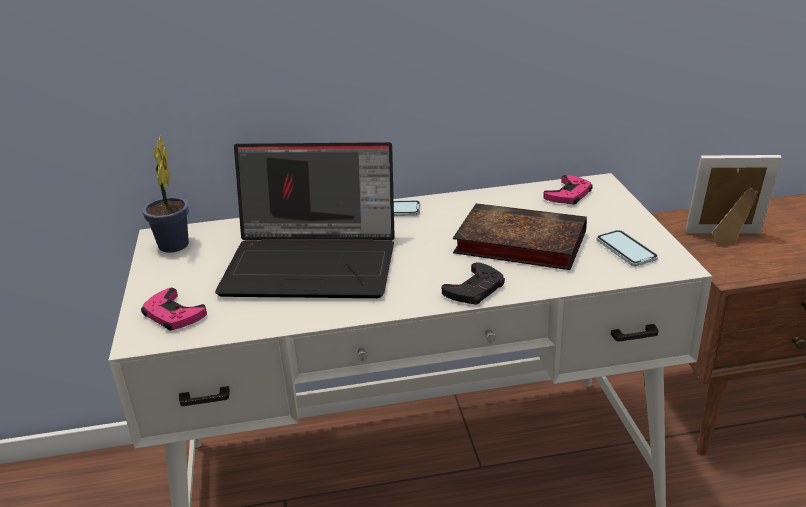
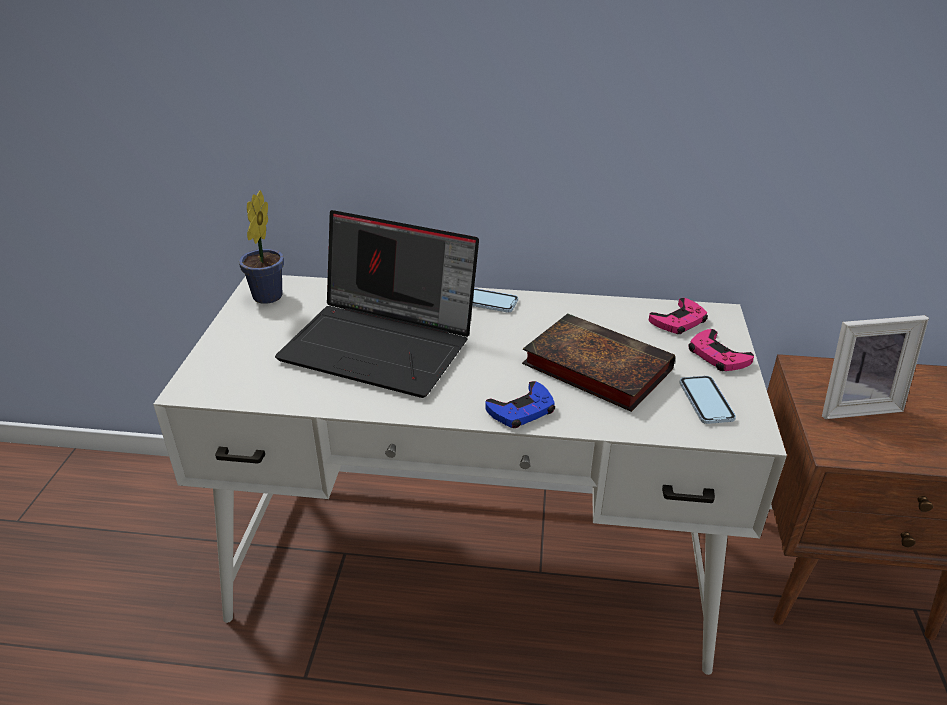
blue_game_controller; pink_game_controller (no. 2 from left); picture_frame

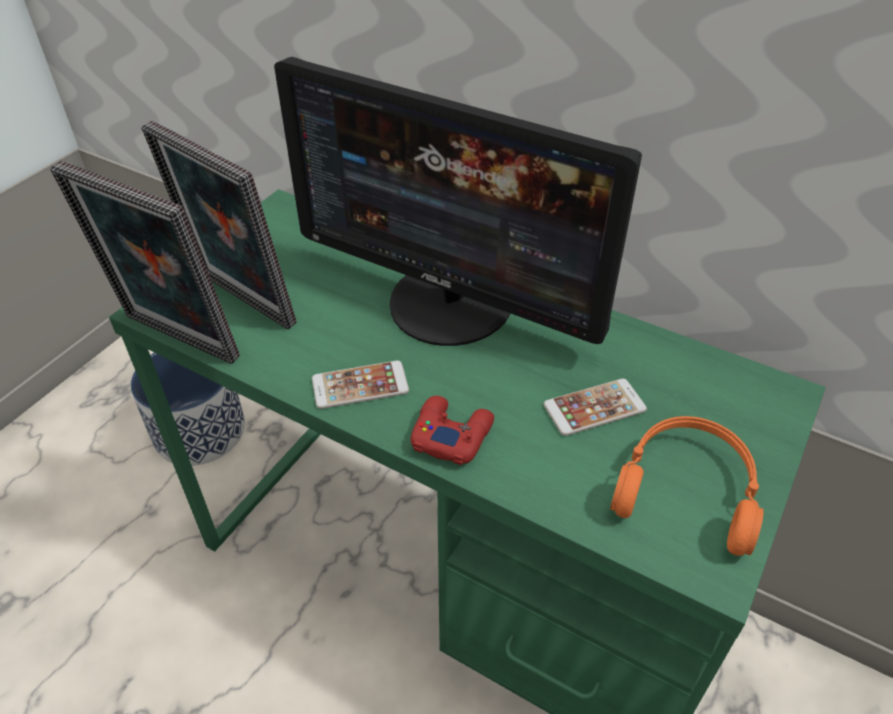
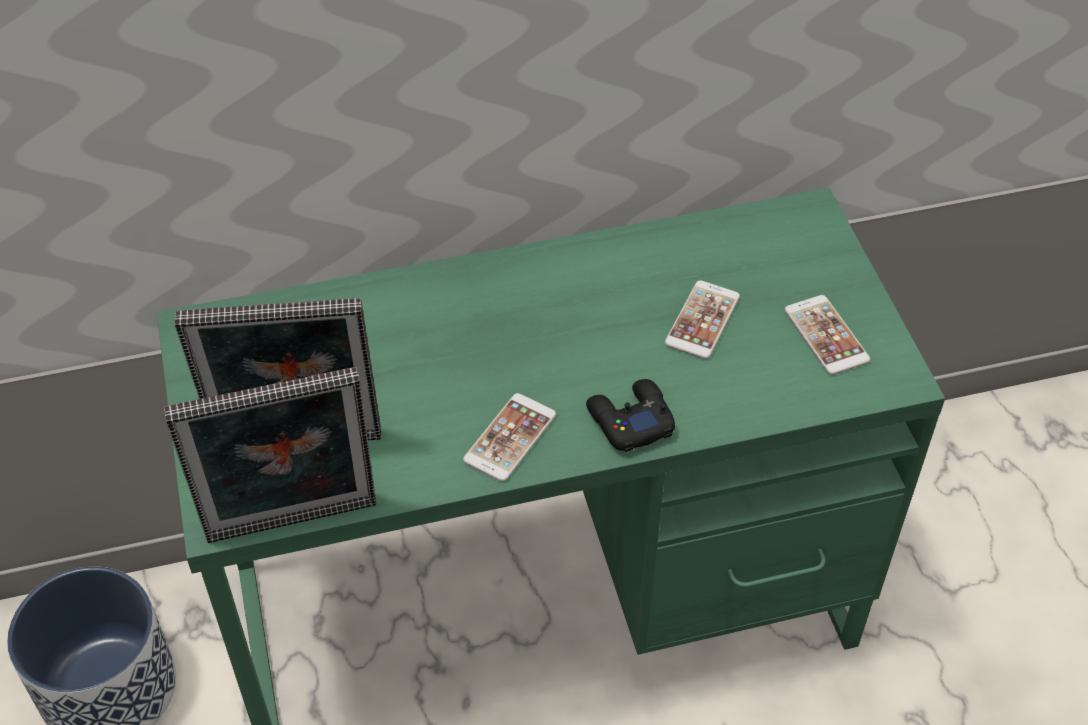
black_game_controller; phone (no. 3 from left); monitor

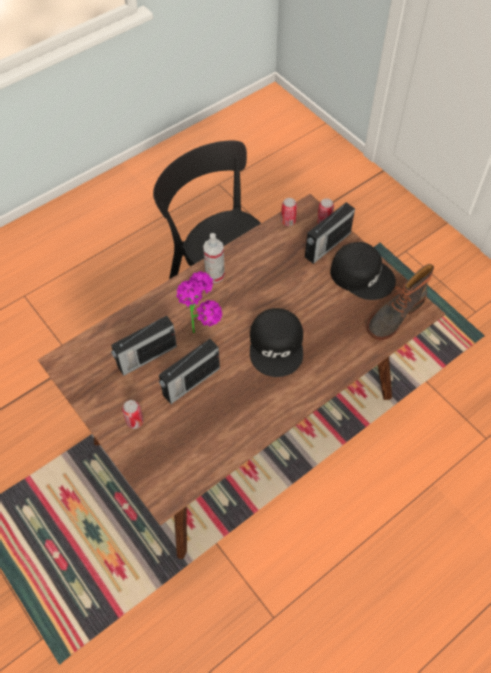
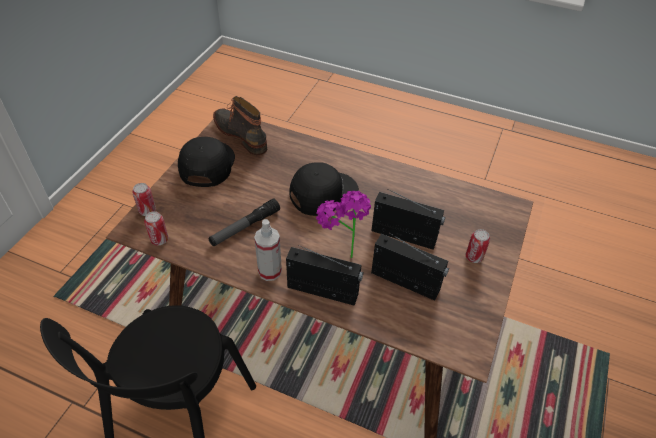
flashlight; boot; radio (no. 1 from left)

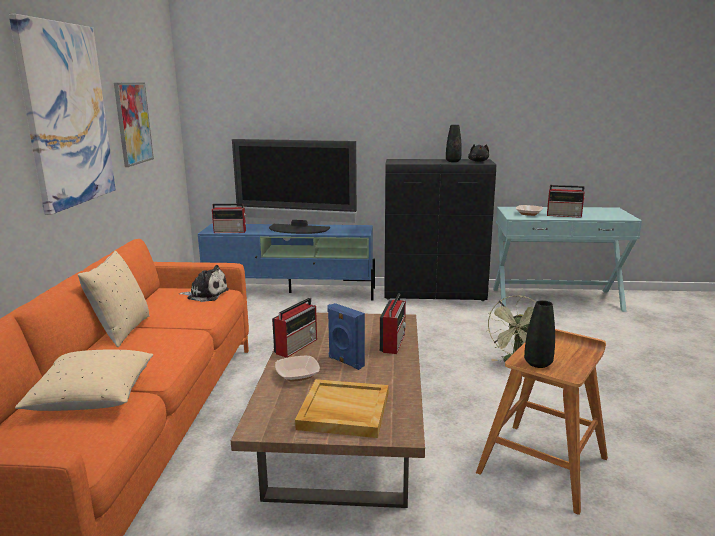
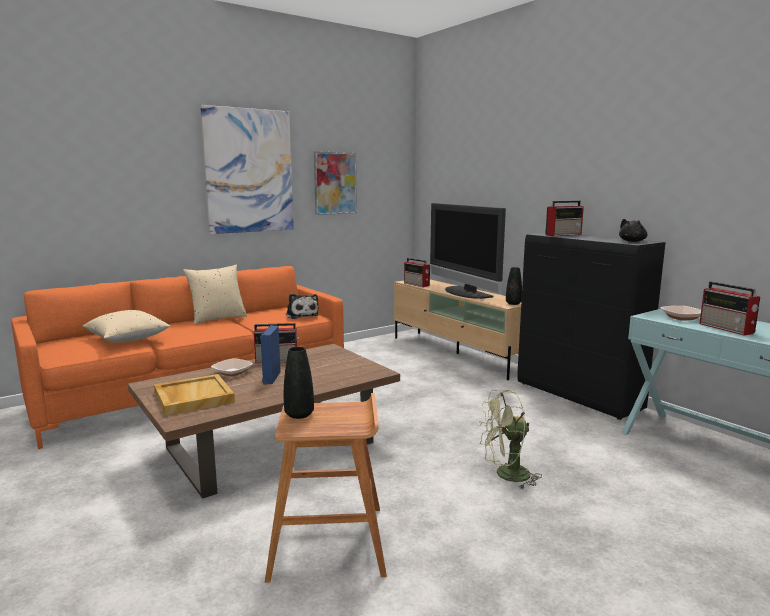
beige_tv_stand; black_vase (no. 2 from left); radio (no. 3 from left)

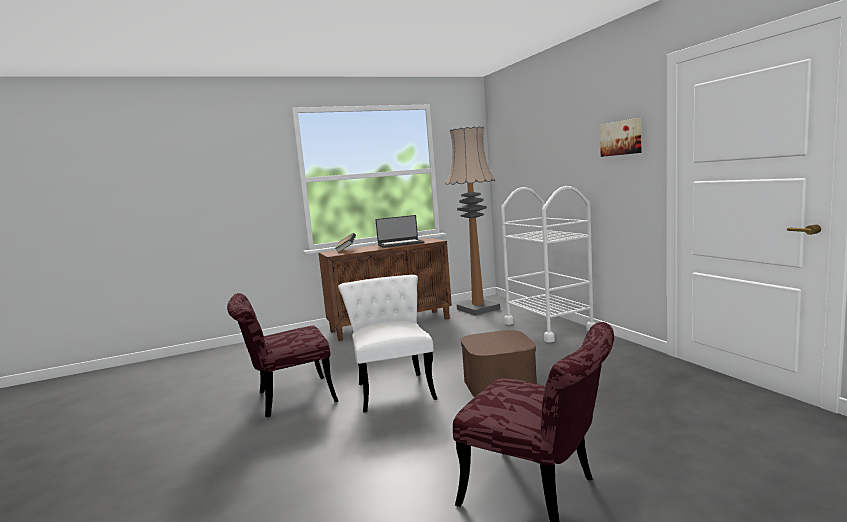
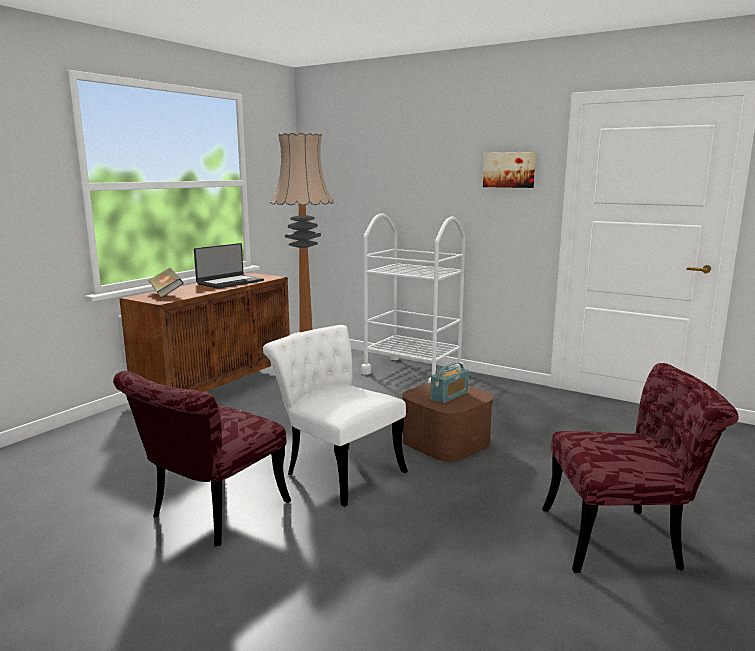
radio

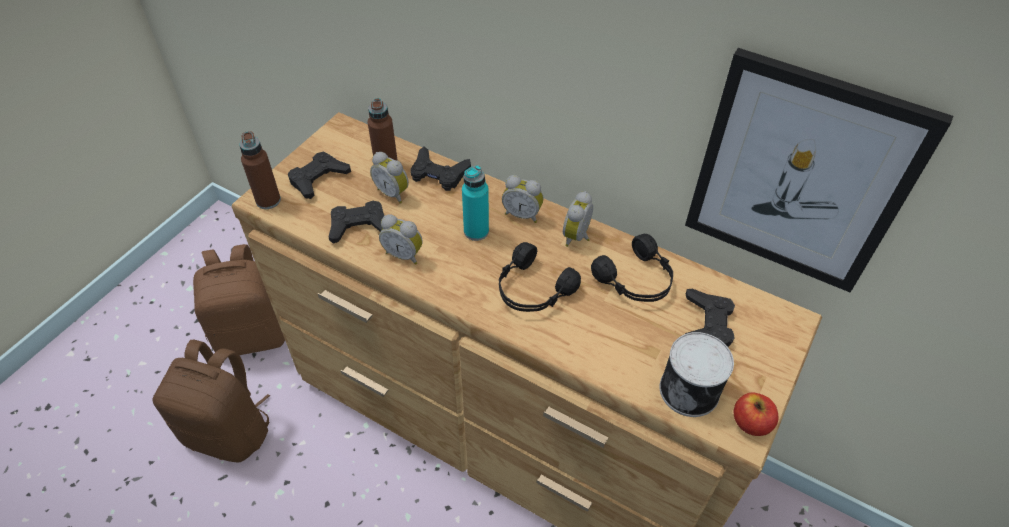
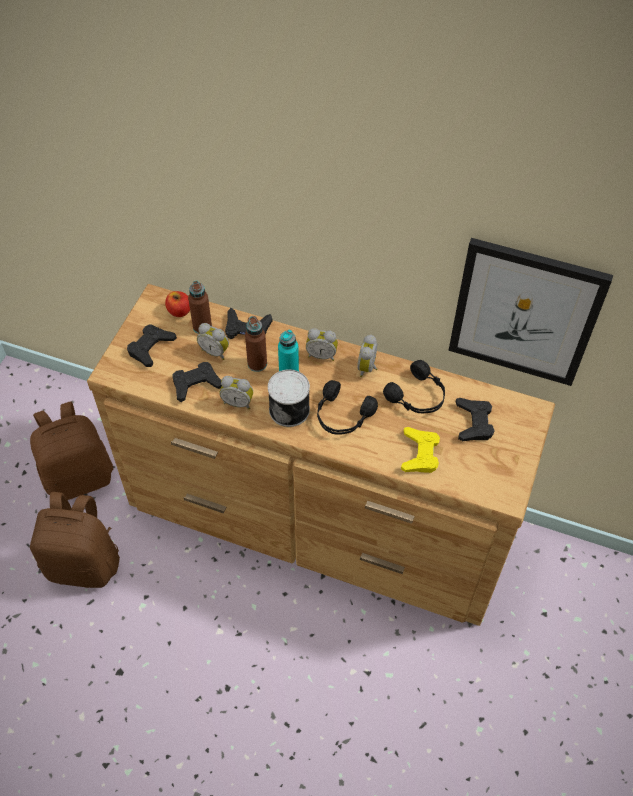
apple; brown_bottle (no. 2 from left); can; yellow_game_controller

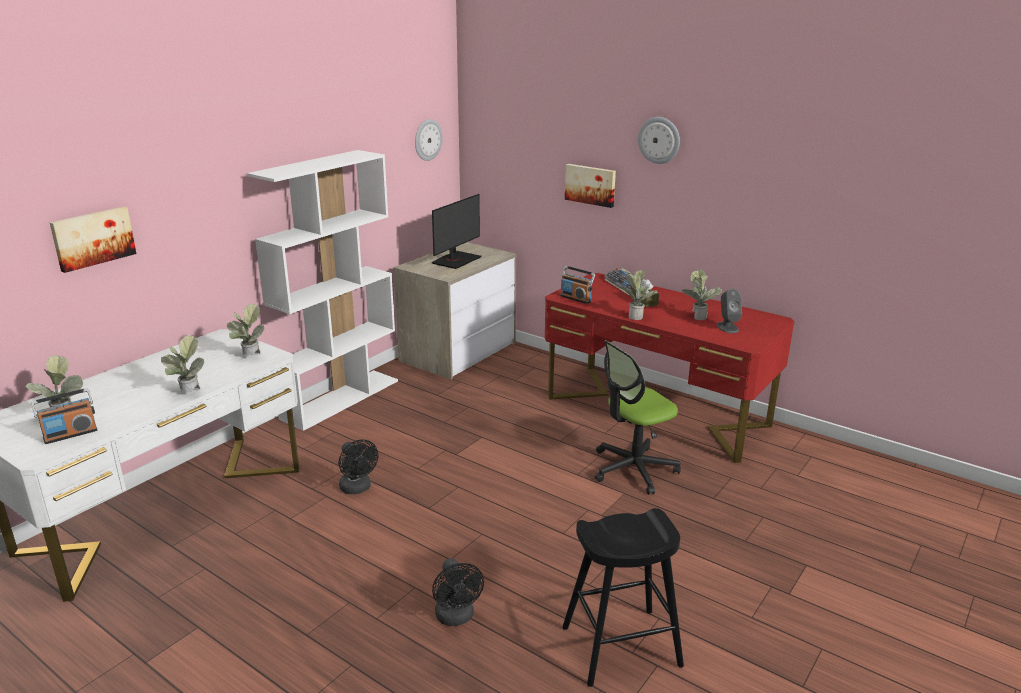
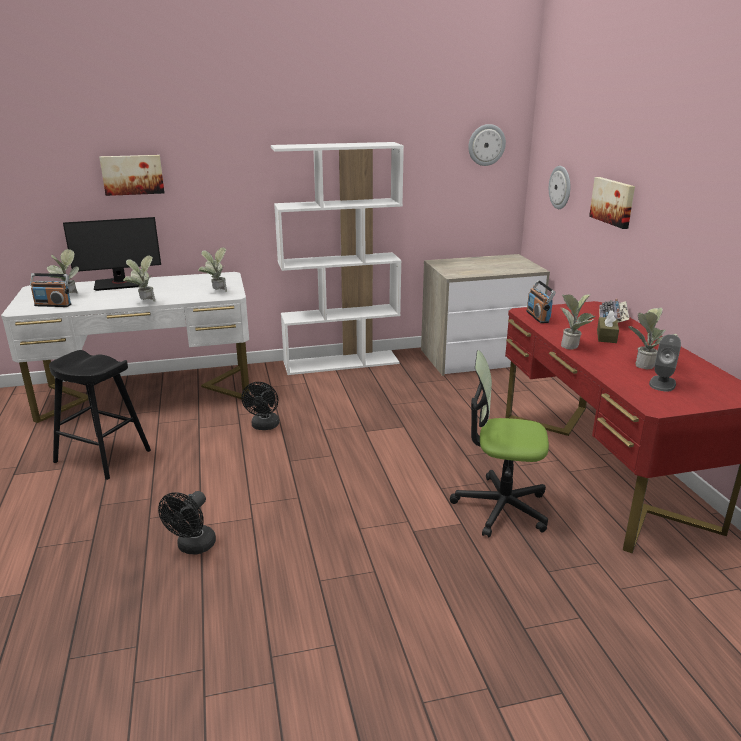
black_stool; monitor; wall_clock (no. 2 from left)

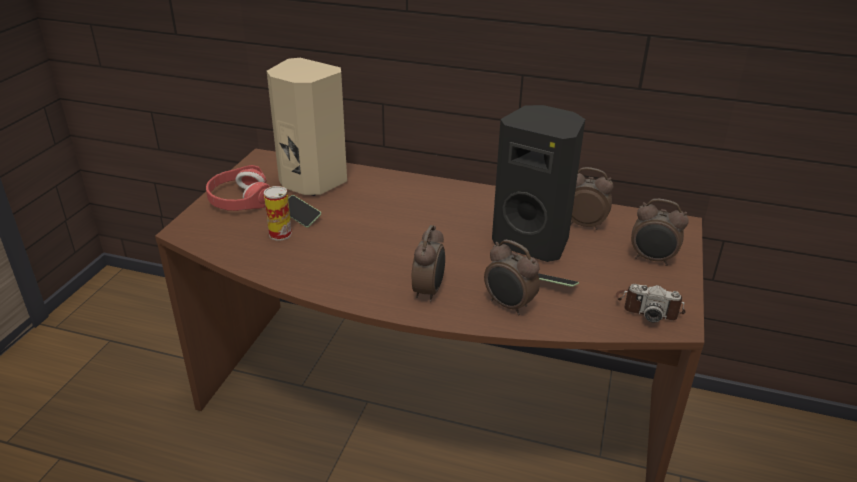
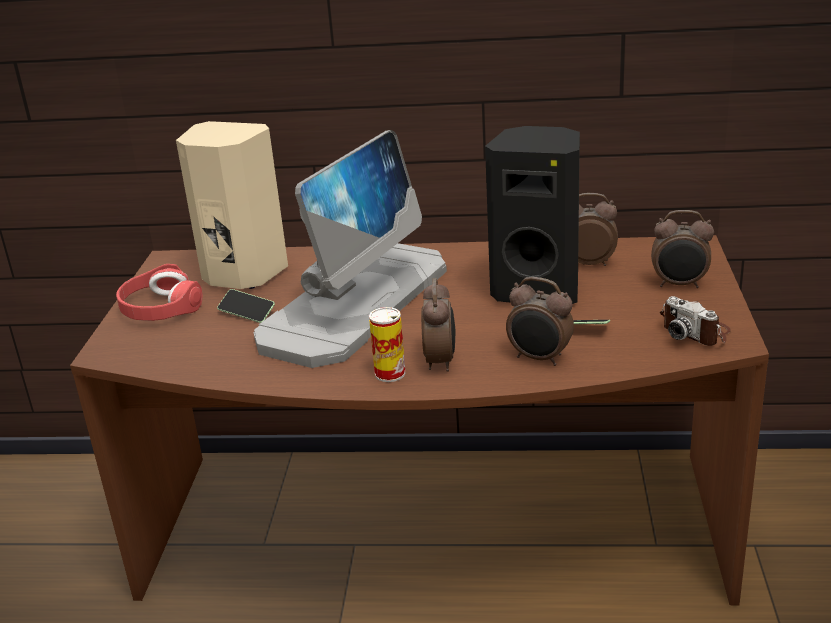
monitor; can; photo_camera

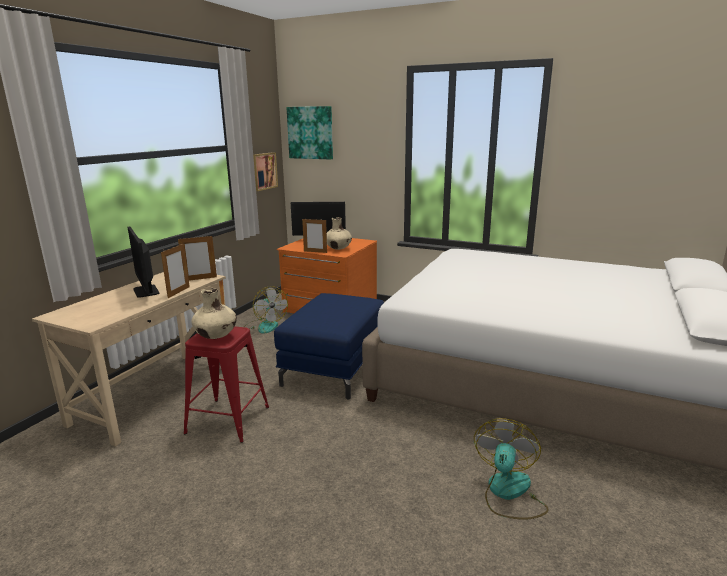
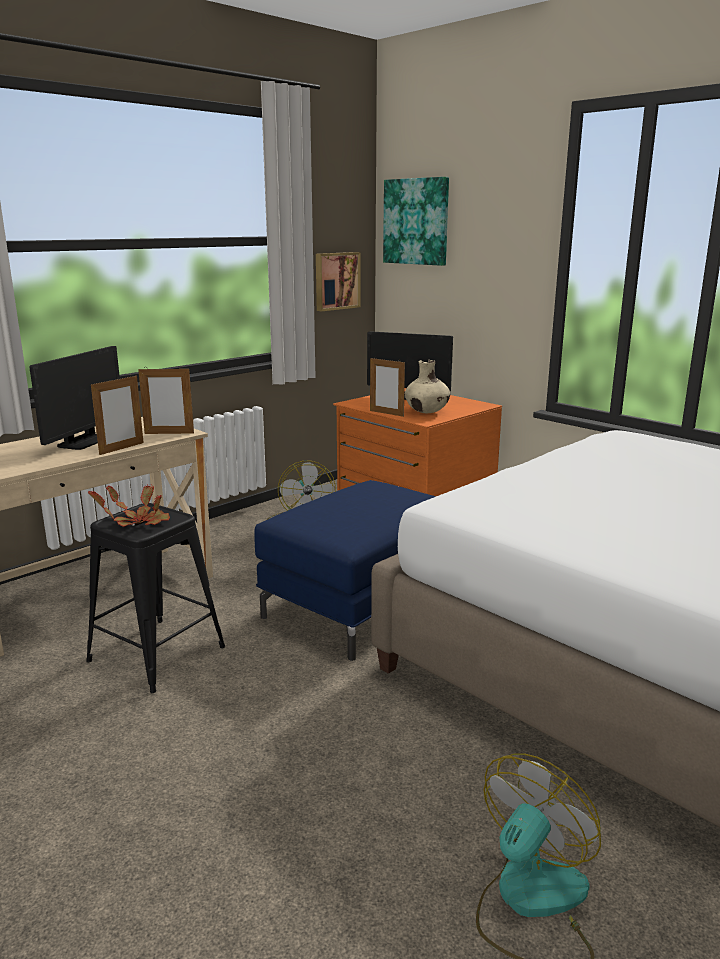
monitor (no. 1 from left); black_stool; potted_plant

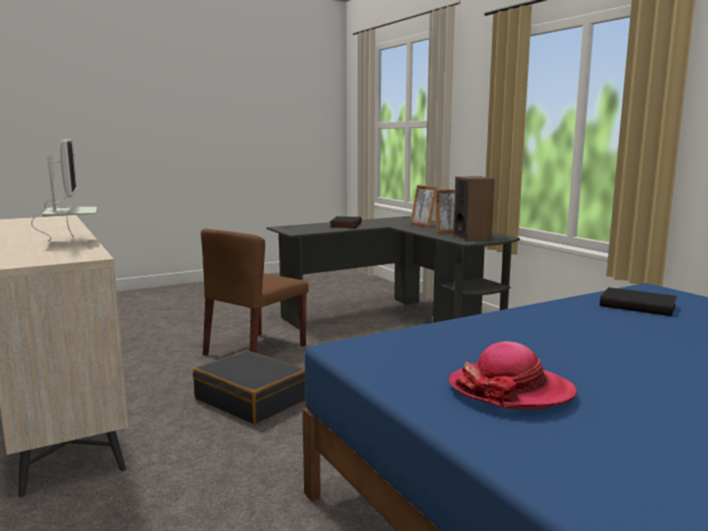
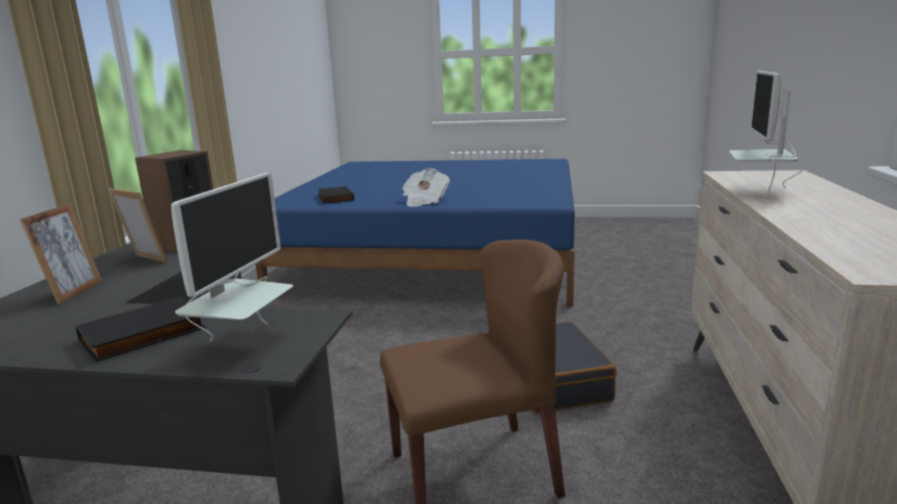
monitor (no. 1 from left); newspaper; hat

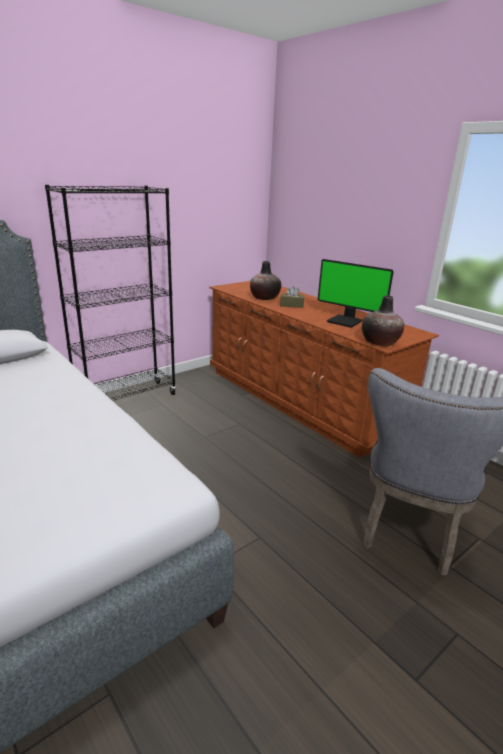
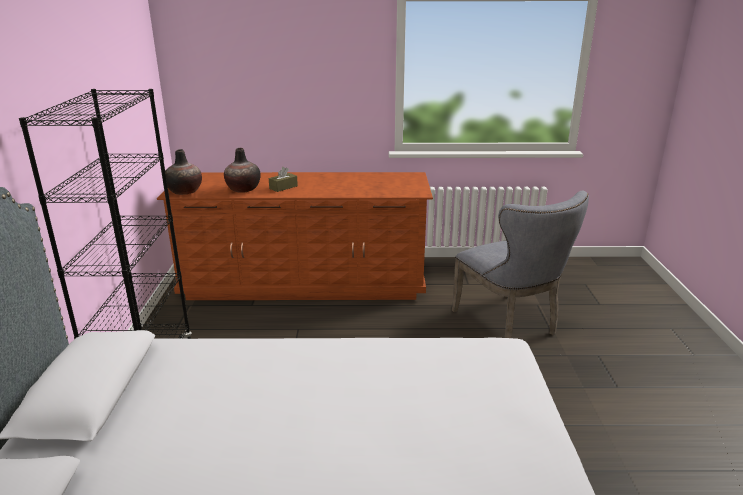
vase (no. 1 from left); monitor

